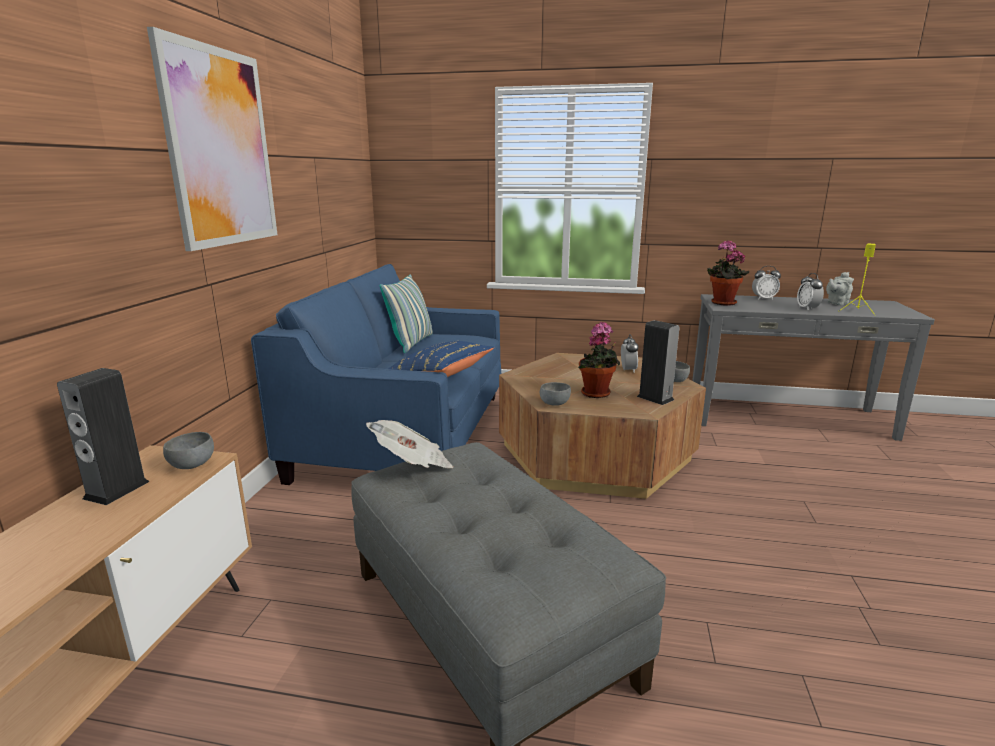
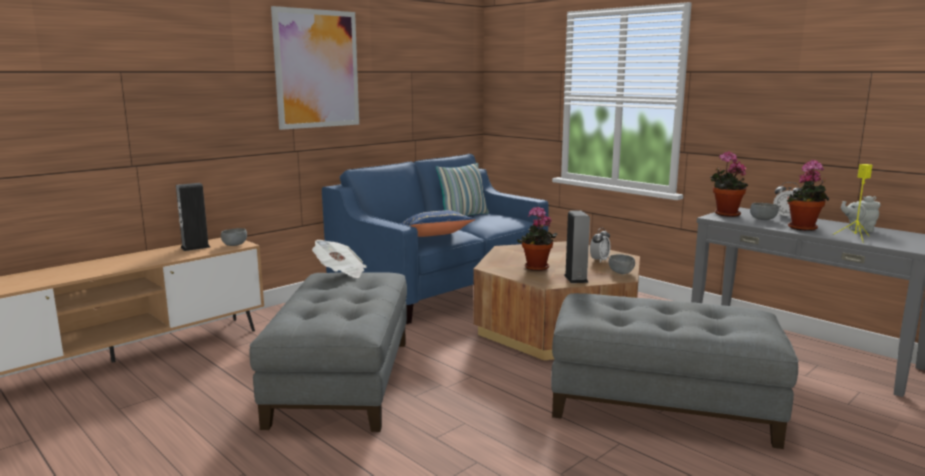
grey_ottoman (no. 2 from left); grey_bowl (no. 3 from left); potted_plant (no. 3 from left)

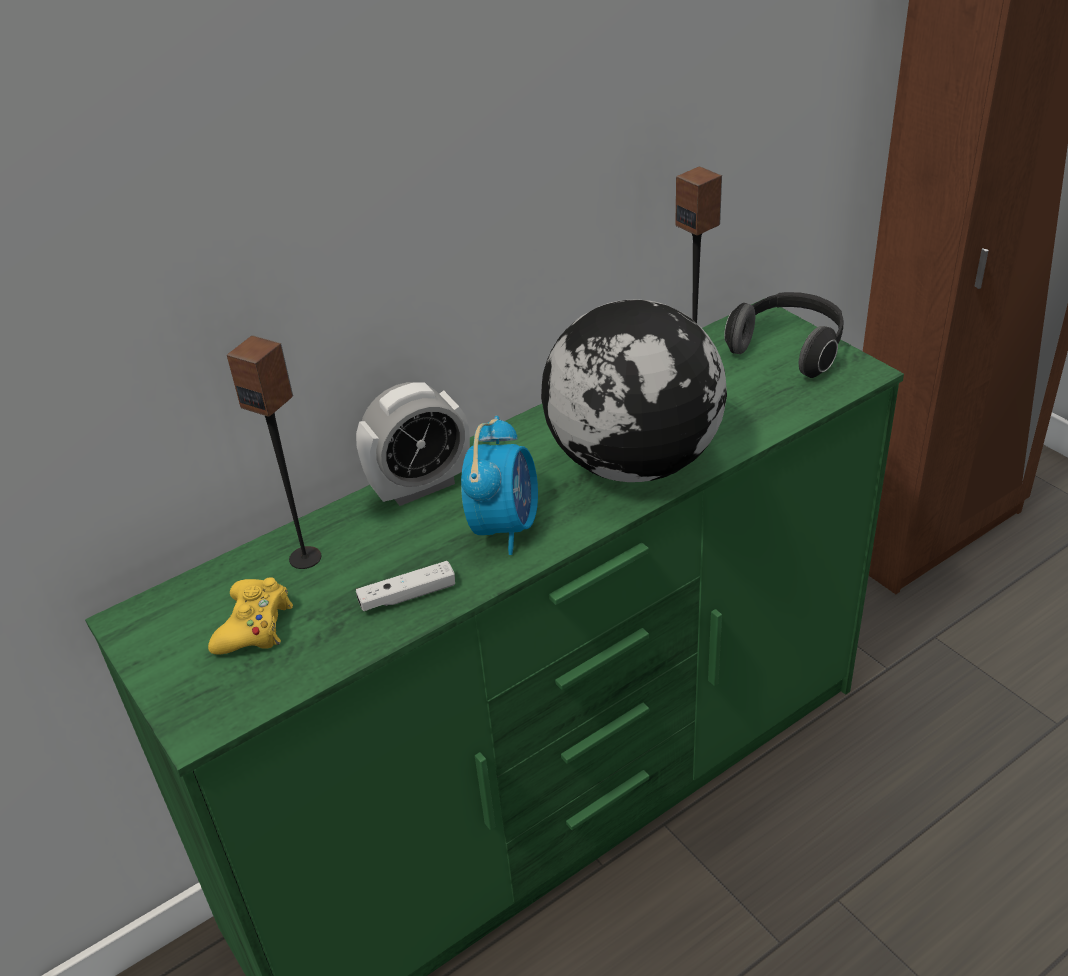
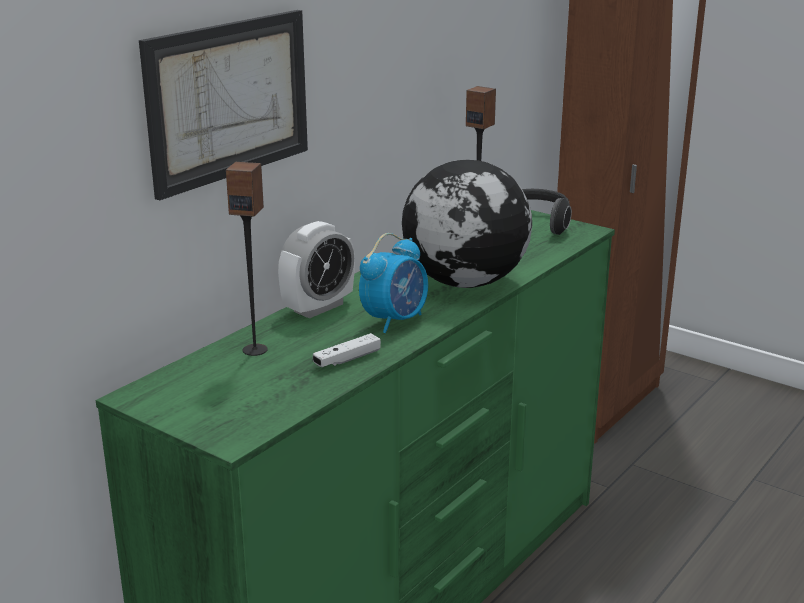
picture; alarm_clock (no. 2 from left); yellow_game_controller

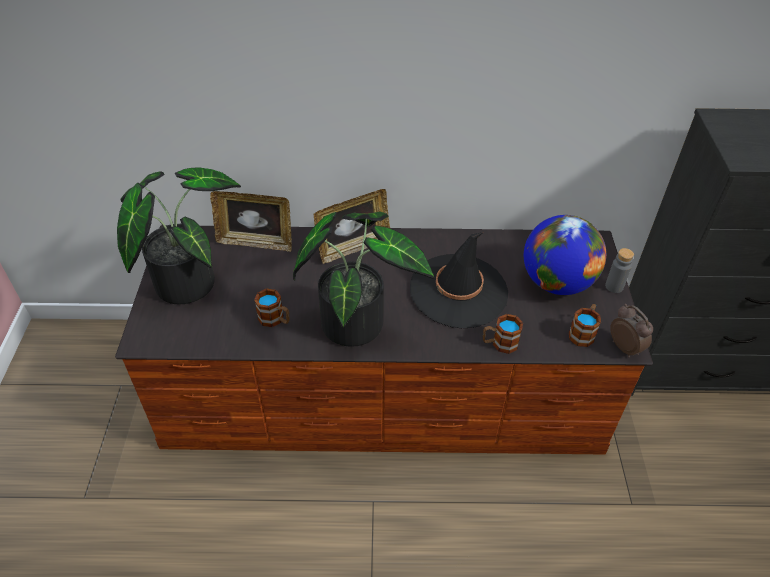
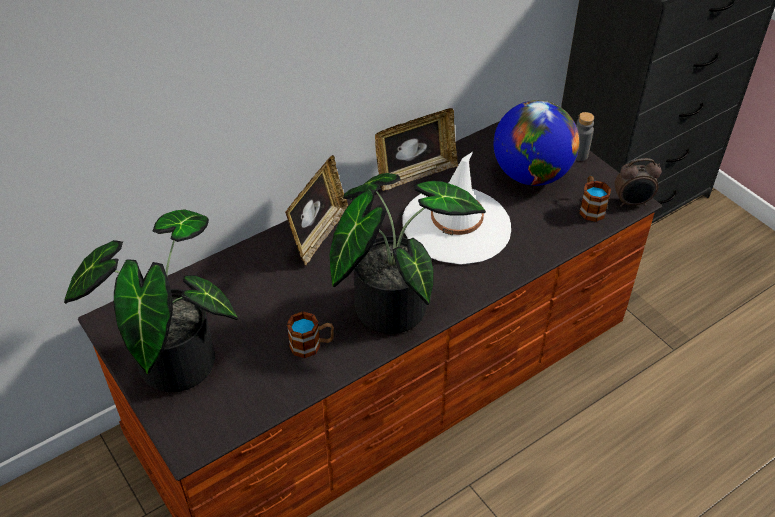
picture_frame (no. 2 from left); white_hat; alarm_clock; mug (no. 2 from left in the first image)

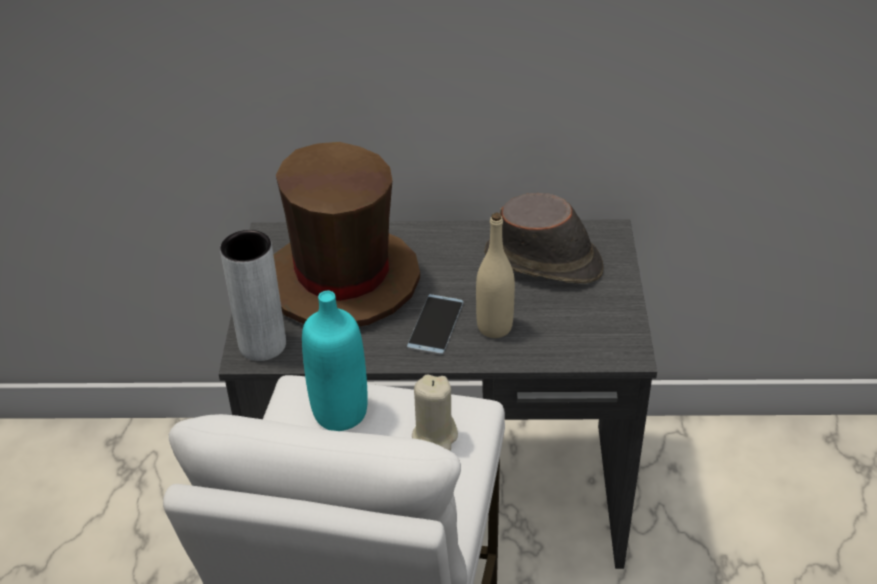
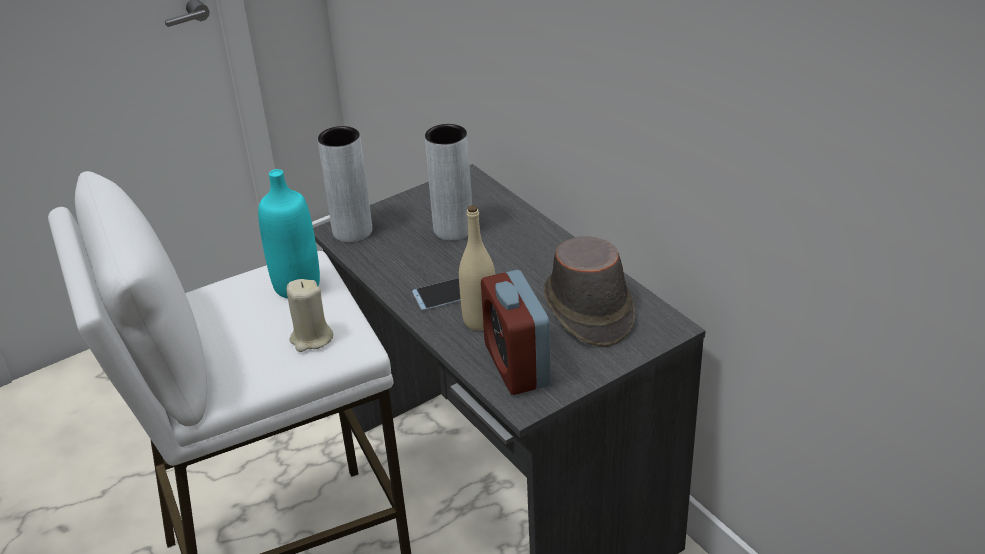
grey_vase (no. 2 from left); alarm_clock

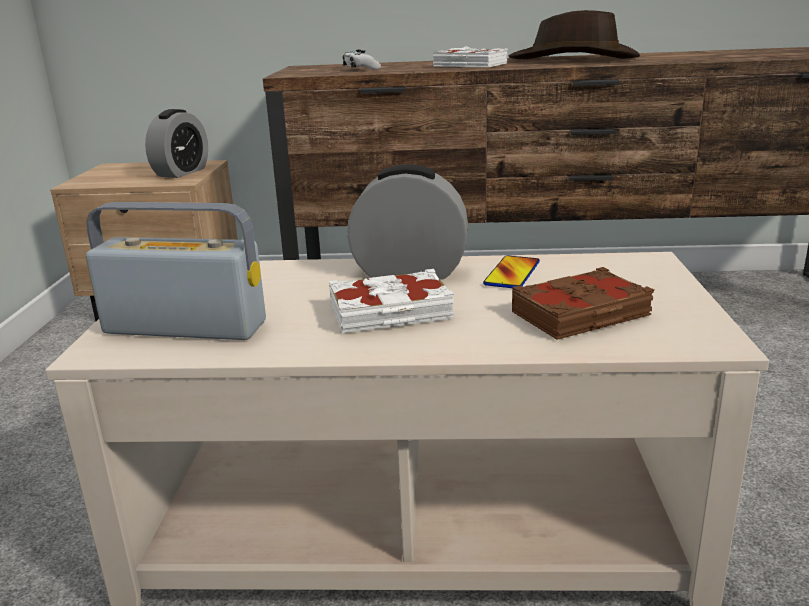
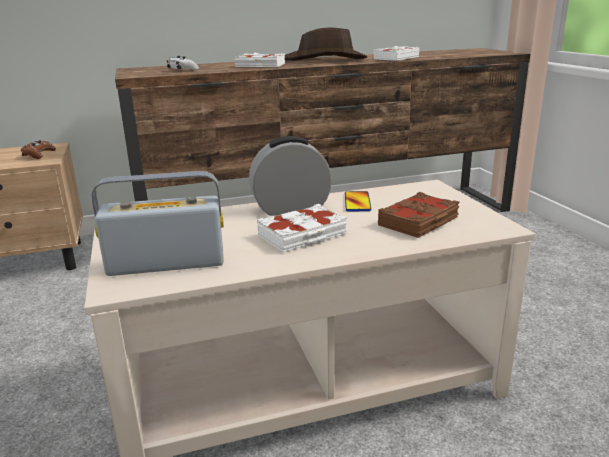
brown_game_controller; white_book (no. 3 from left)

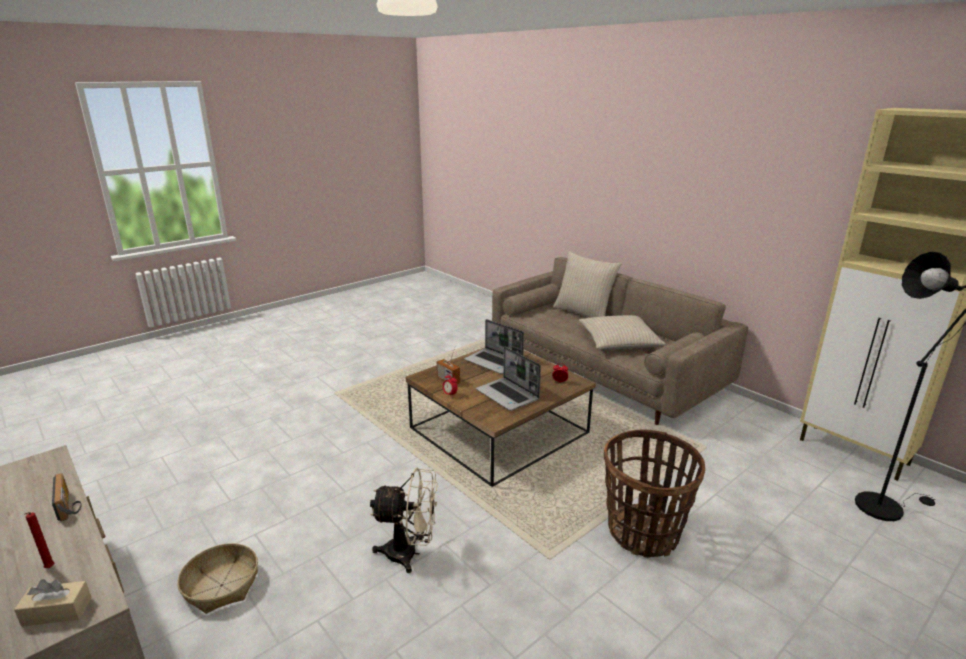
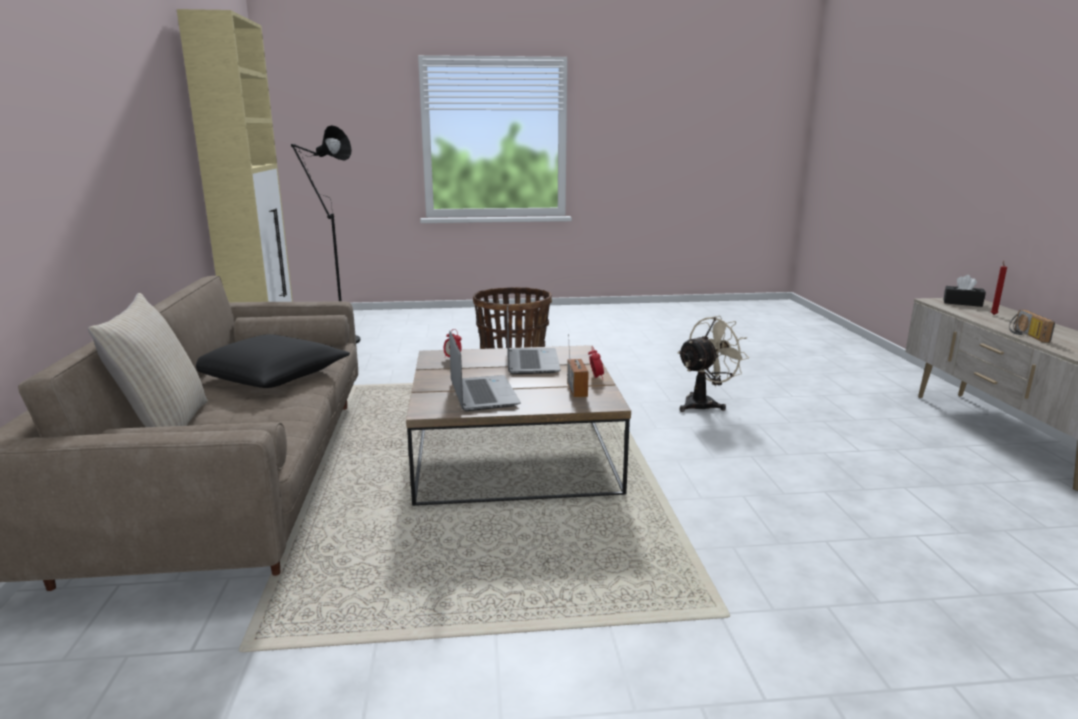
black_pillow; beige_fan; black_tissue_box; basket (no. 1 from left in the first image)

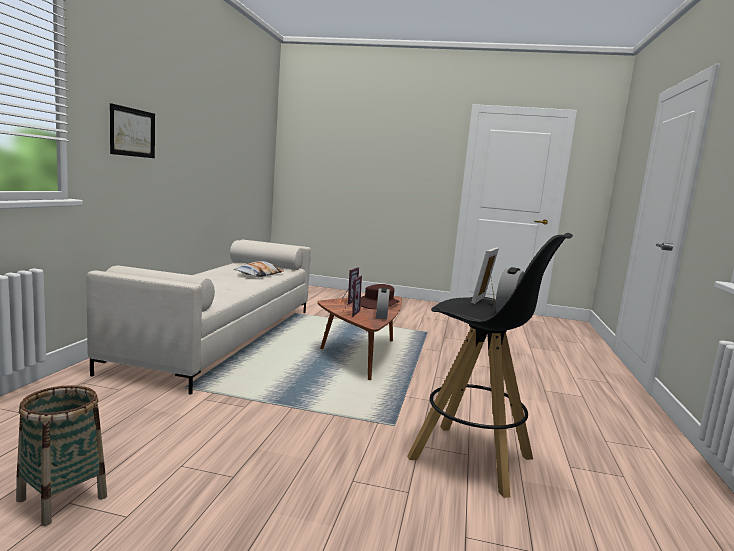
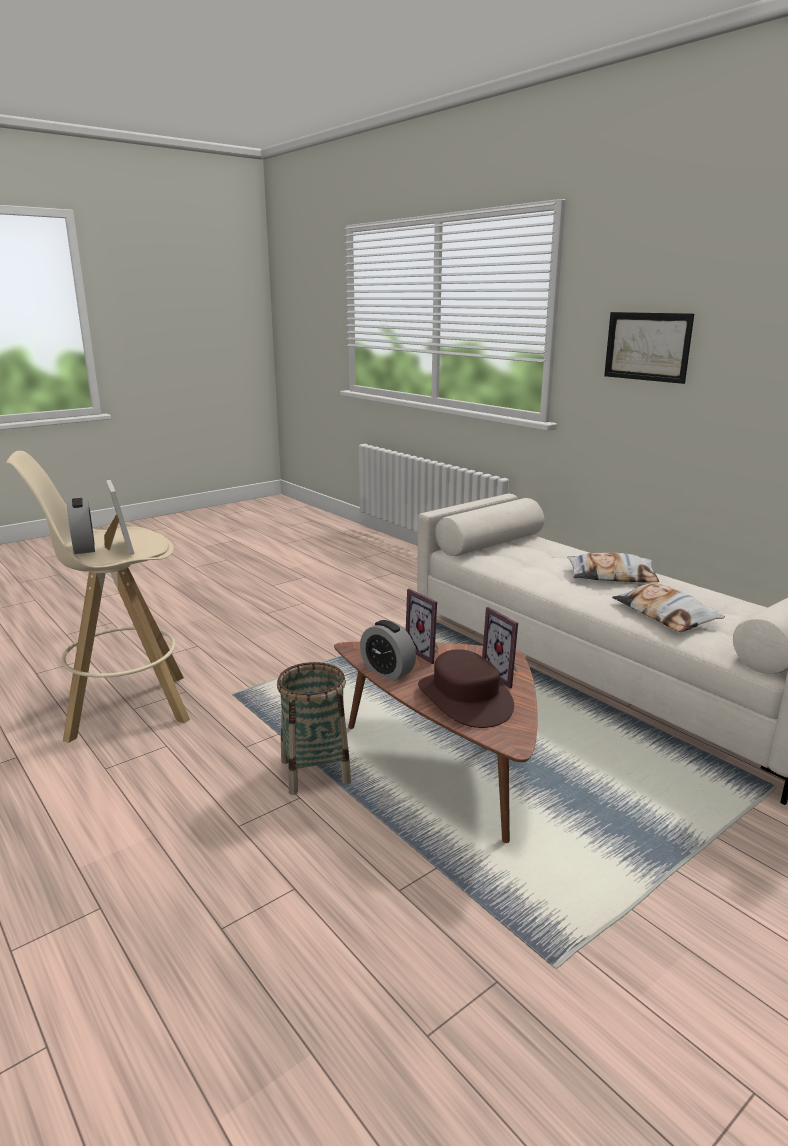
beige_stool; basket; pillow (no. 1 from left)

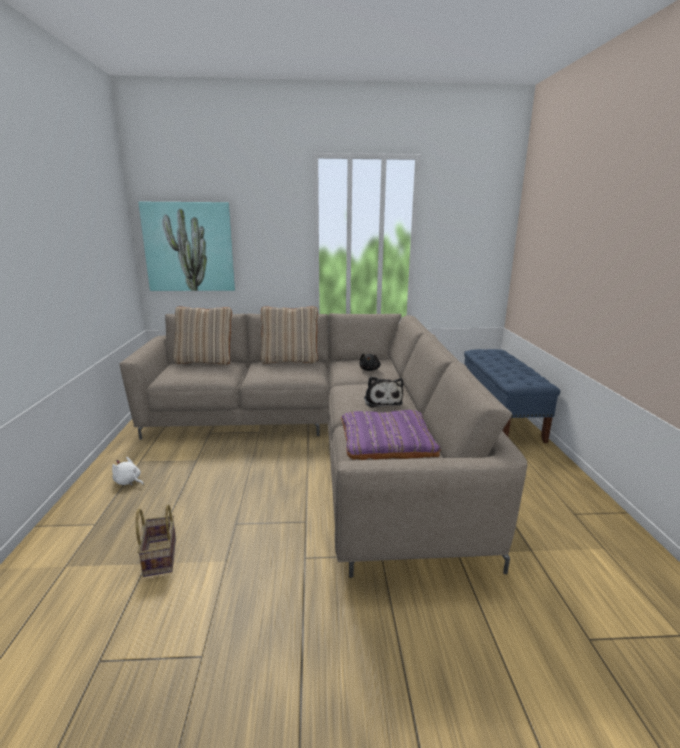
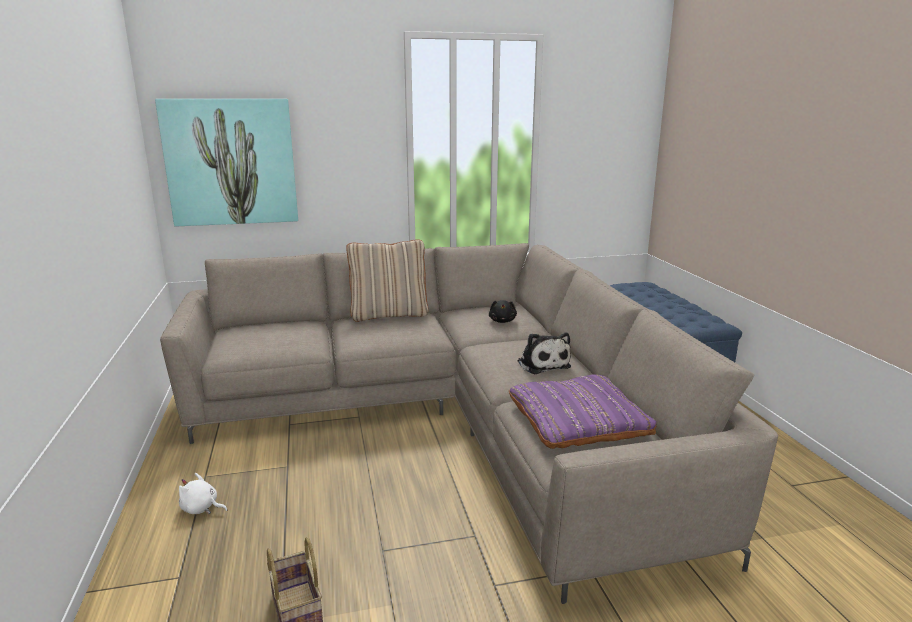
beige_pillow (no. 1 from left in the first image)

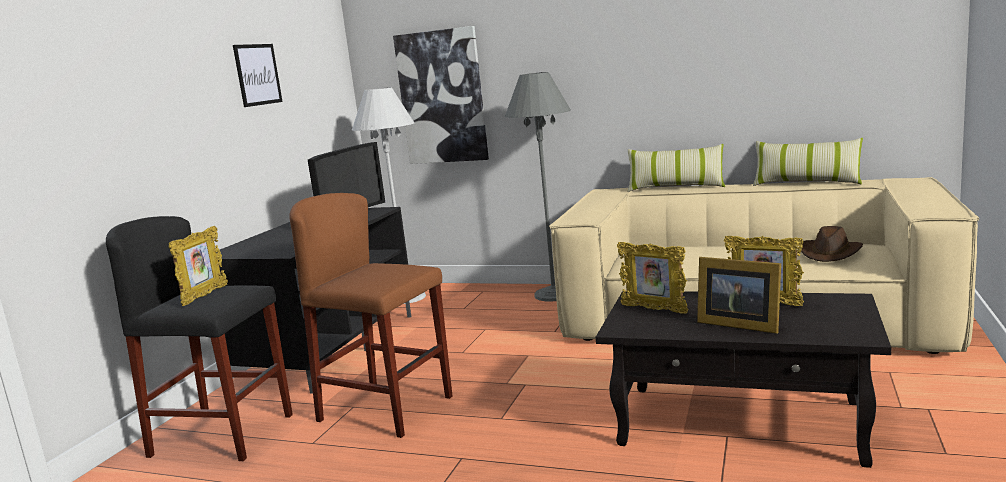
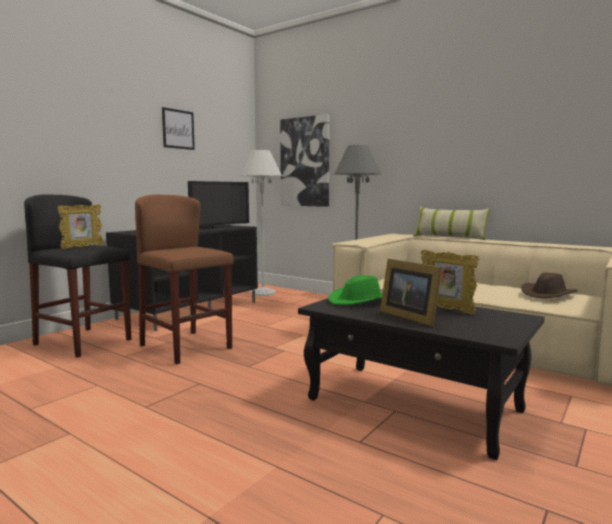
green_hat; pillow (no. 2 from left in the first image)

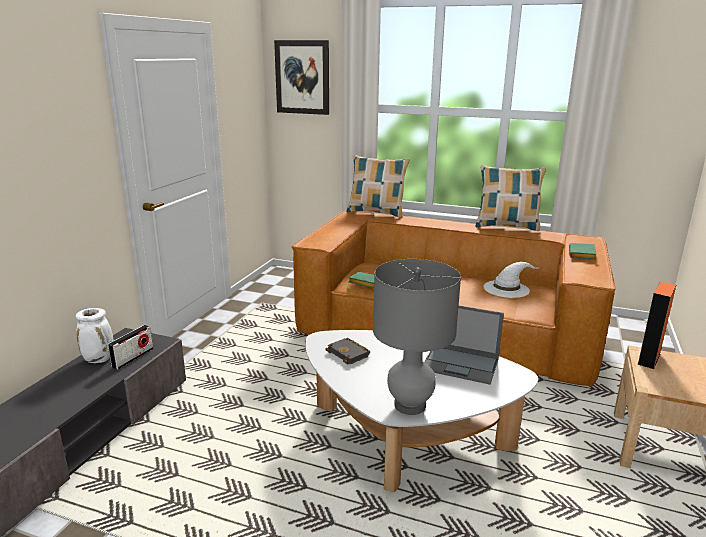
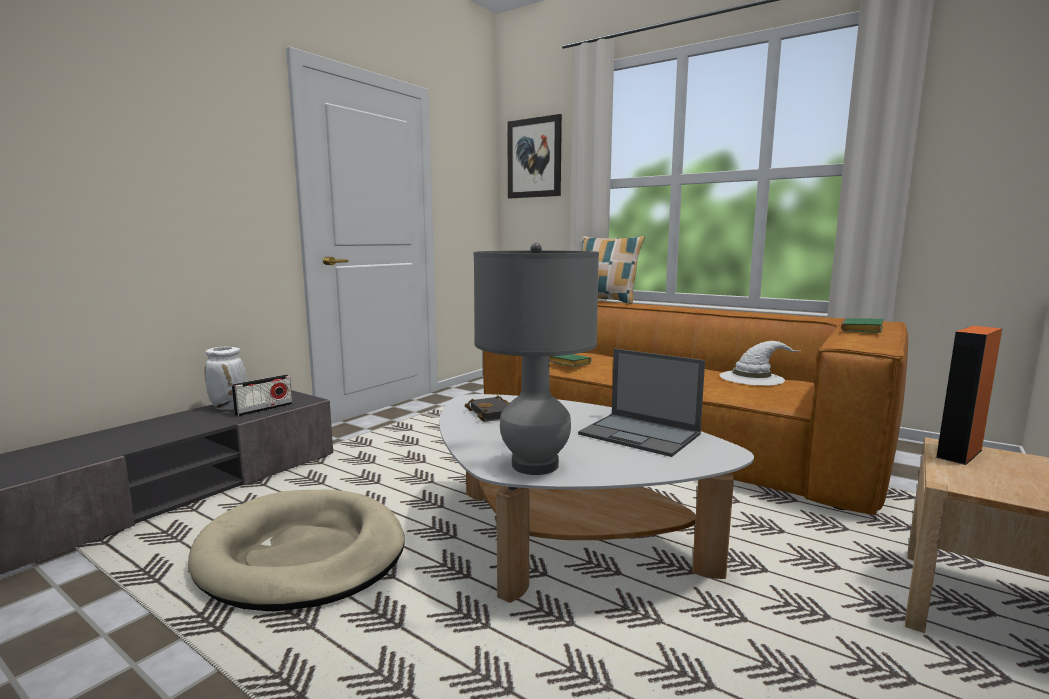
beige_dog_bed; pillow (no. 2 from left in the first image)

